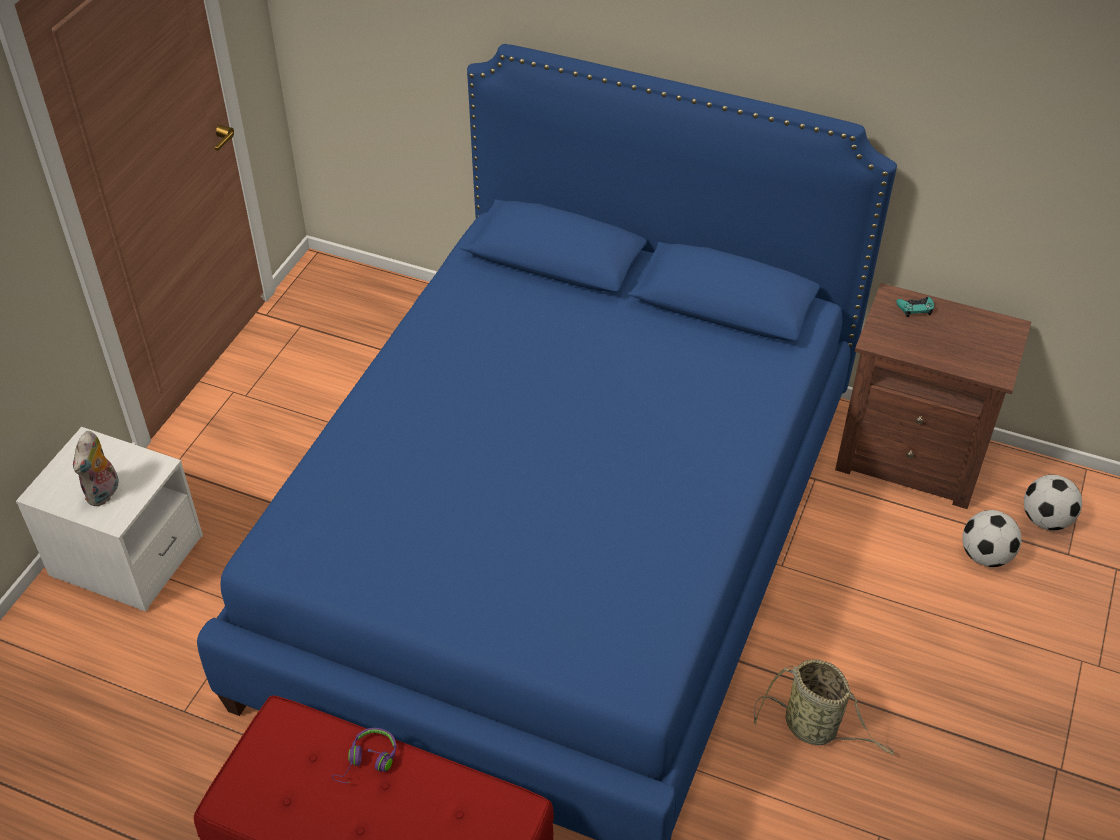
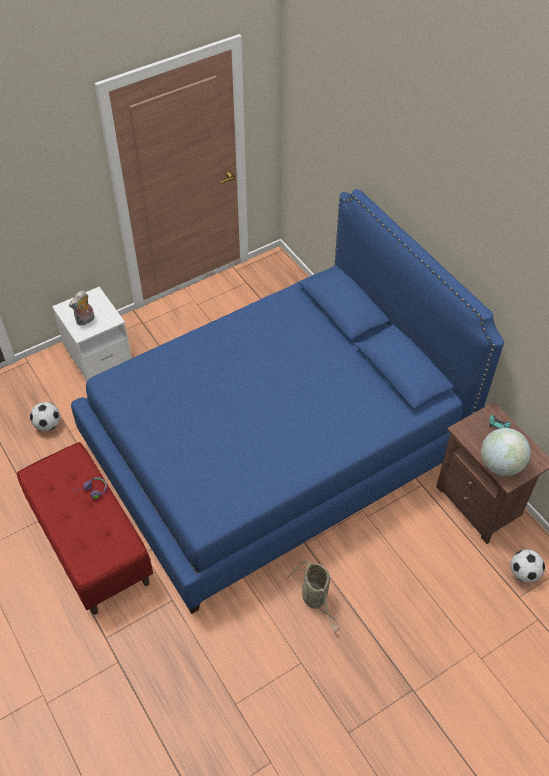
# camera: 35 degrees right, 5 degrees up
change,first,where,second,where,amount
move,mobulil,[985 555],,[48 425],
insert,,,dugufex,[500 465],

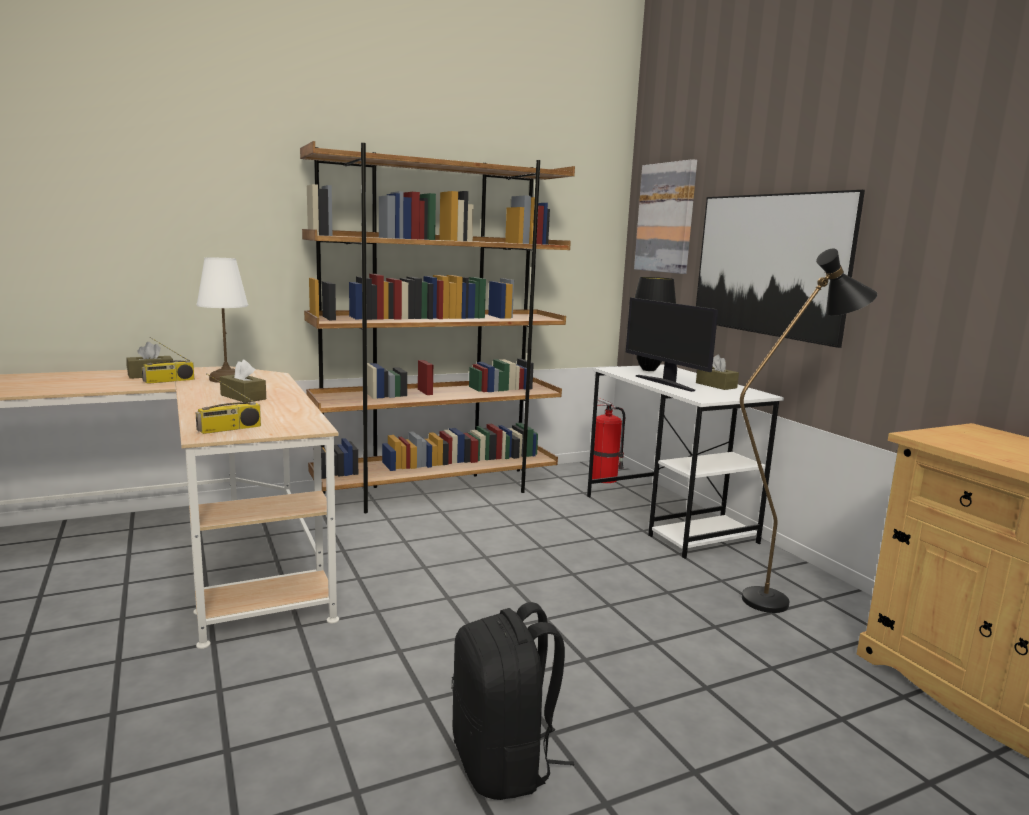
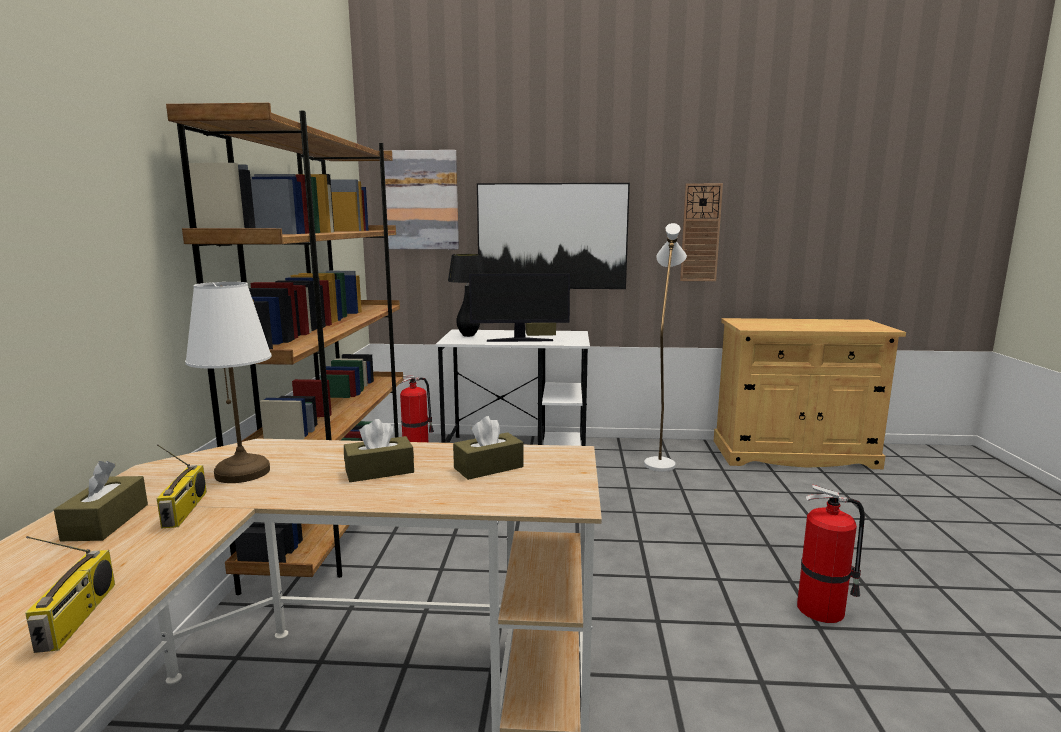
# camera: 60 degrees left, 0 degrees up
change,first,where,second,where,amount
recolor,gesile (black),[779 599],gesile (white),[659 461],
move,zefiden,[229 429],,[78 617],
replace,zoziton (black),[504 763],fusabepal,[823 609],
insert,,,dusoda,[700 233],
insert,,,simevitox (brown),[488 467],

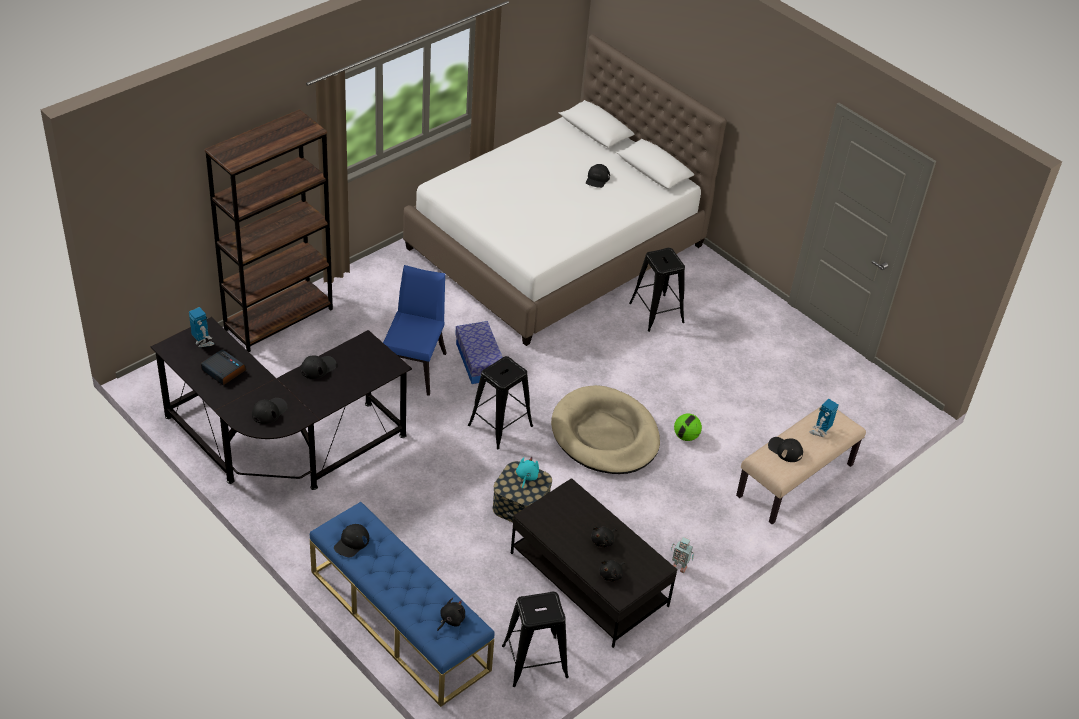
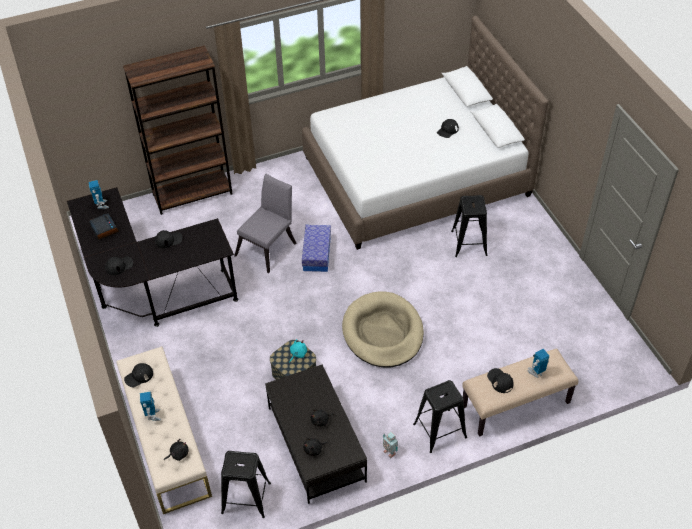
# camera: 25 degrees right, 5 degrees up
change,first,where,second,where,amount
recolor,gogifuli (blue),[413 364],gogifuli (grey),[268 247],
move,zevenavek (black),[500 426],,[439 431],
delete,mobulil,[685 436],,,
recolor,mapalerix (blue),[399 620],mapalerix (beige),[166 439],
insert,,,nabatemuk,[153 415],

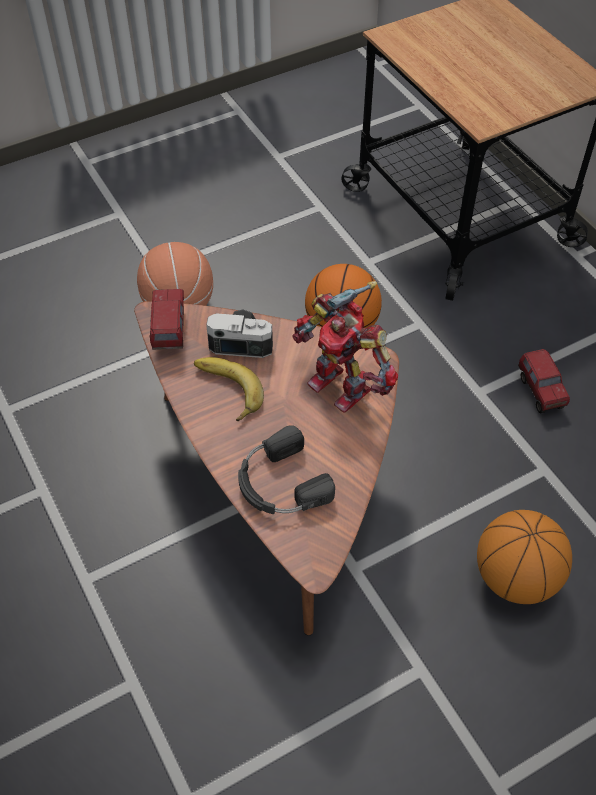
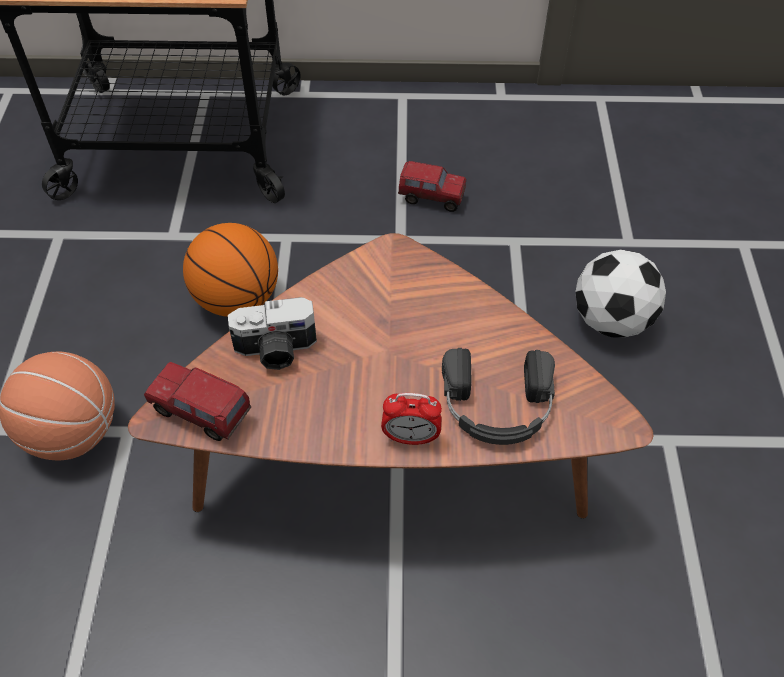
# camera: 60 degrees left, 0 degrees up
change,first,where,second,where,amount
delete,nabatemuk,[342 384],,,
rotate,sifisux,[242 341],,[276 350],135 degrees counterclockwise
delete,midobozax,[225 391],,,
replace,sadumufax,[515 578],mobulil,[611 321],
insert,,,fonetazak,[410 437],

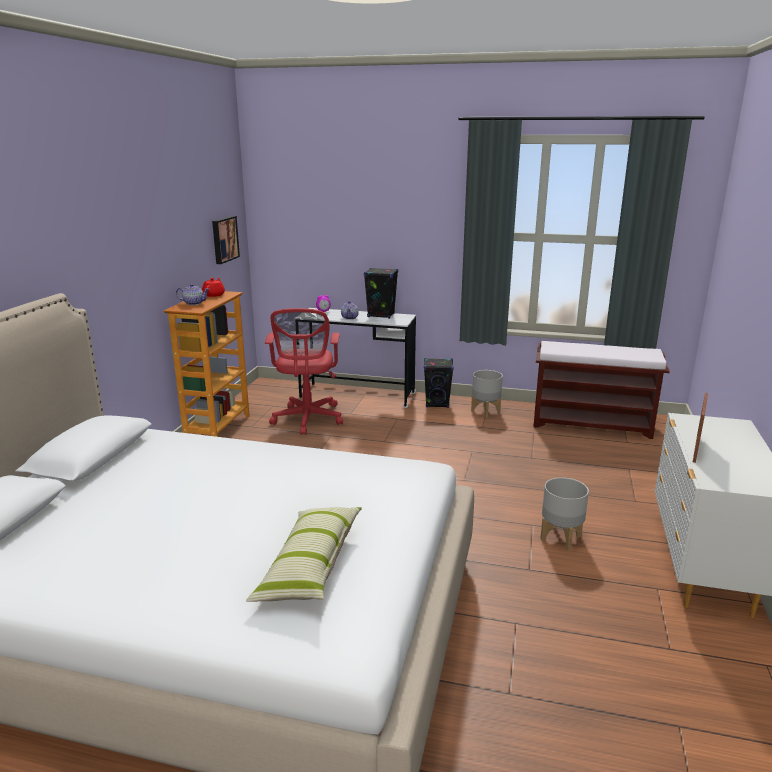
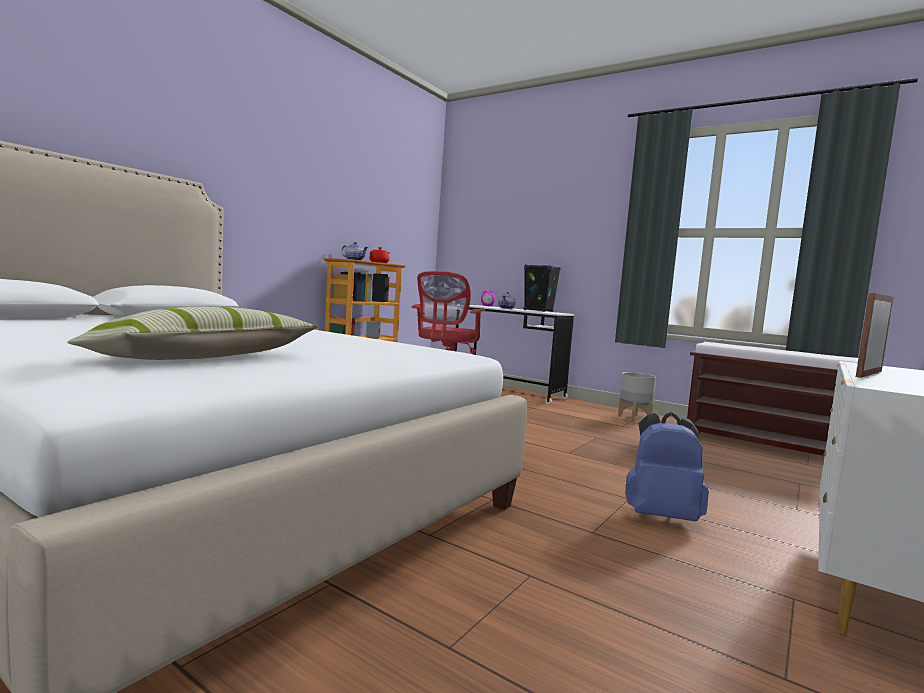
# camera: 20 degrees right, 15 degrees down
change,first,where,second,where,amount
delete,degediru,[224 239],,,
delete,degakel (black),[437 404],,,
replace,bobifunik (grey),[560 537],zoziton (blue),[660 516],

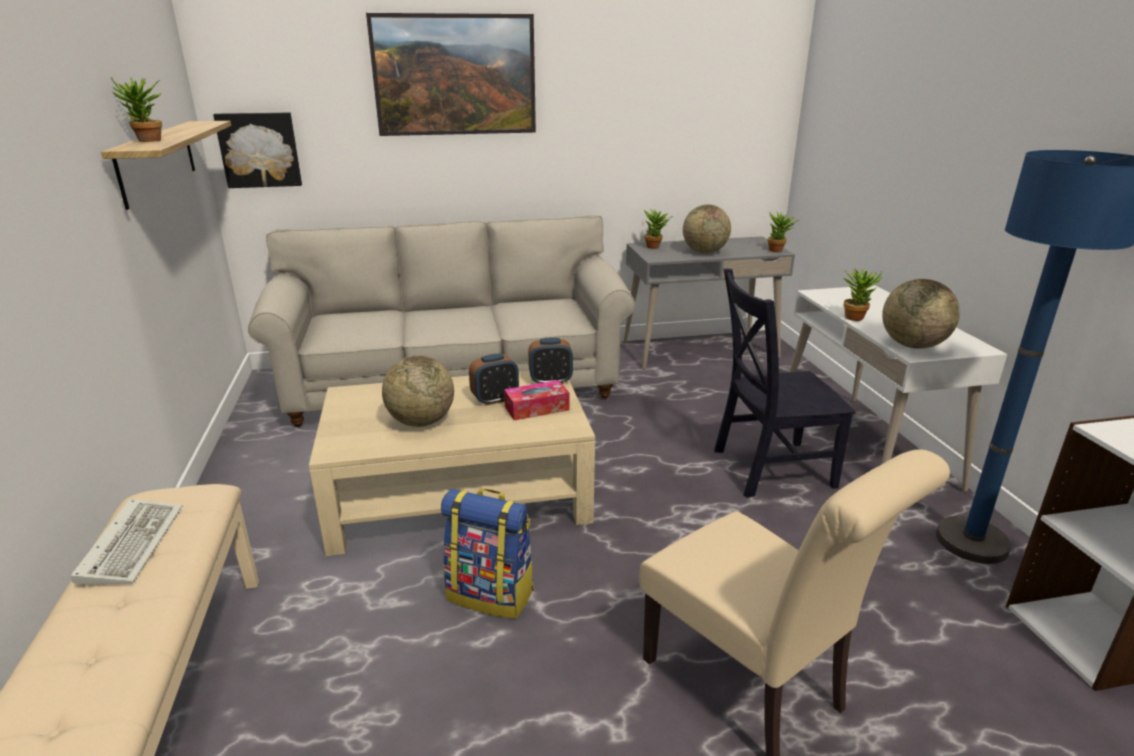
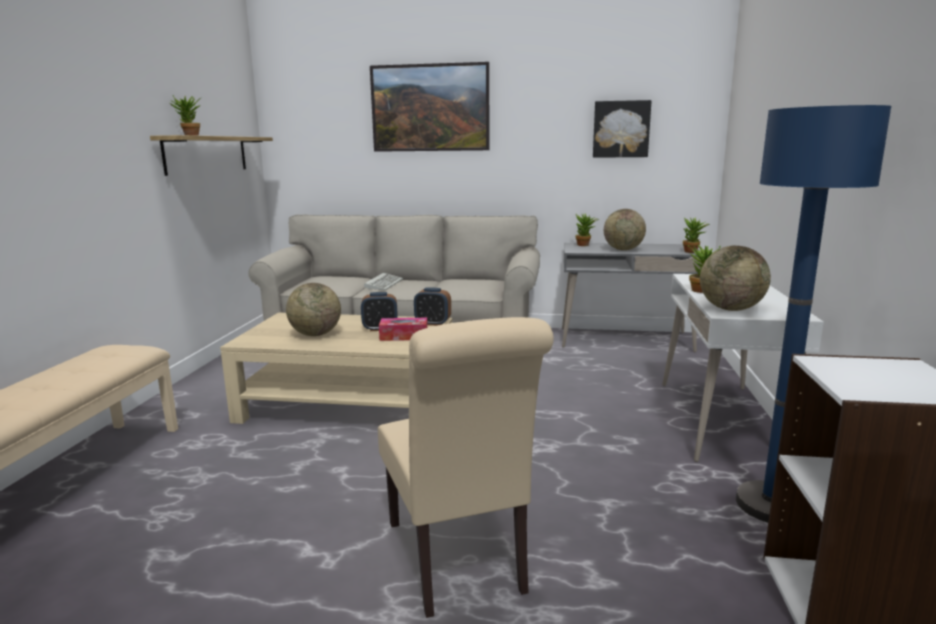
# camera: 20 degrees right, 10 degrees down
change,first,where,second,where,amount
move,degediru,[259 150],,[621 129],
delete,gogifuli (black),[767 468],,,
delete,zoziton,[491 594],,,
move,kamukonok,[132 543],,[384 284],

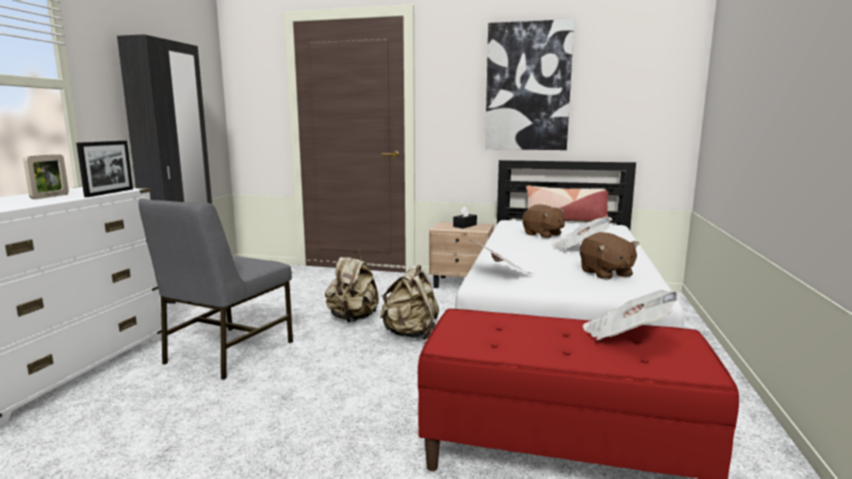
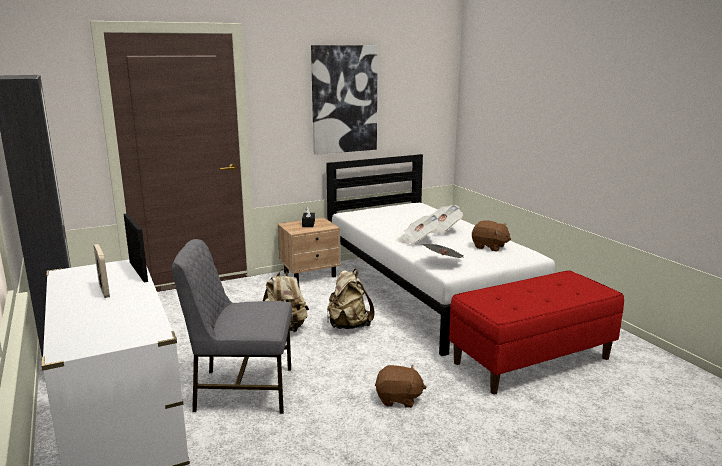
# camera: 40 degrees left, 5 degrees up
change,first,where,second,where,amount
delete,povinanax,[565 221],,,
rotate,gogifuli (grey),[227 352],,[242 390],105 degrees clockwise
move,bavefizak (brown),[543 235],,[398 399],
move,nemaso,[626 336],,[417 240],

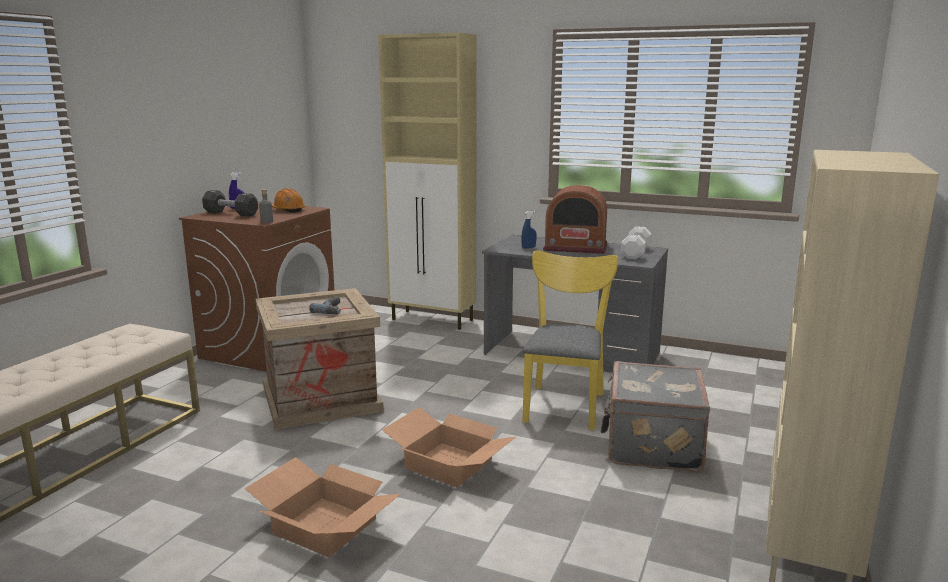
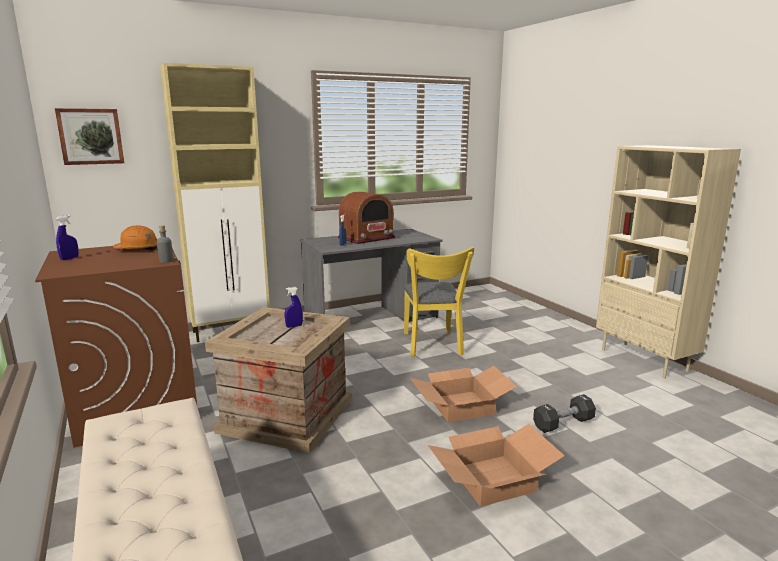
# camera: 50 degrees left, 0 degrees up
change,first,where,second,where,amount
move,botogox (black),[231 214],,[563 423],
delete,botogox (white),[635 253],,,
rotate,gogifuli (yellow),[565 403],,[432 345],150 degrees counterclockwise
replace,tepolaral,[333 310],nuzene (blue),[294 326],
delete,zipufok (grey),[651 445],,,
insert,,,degediru,[91 136],

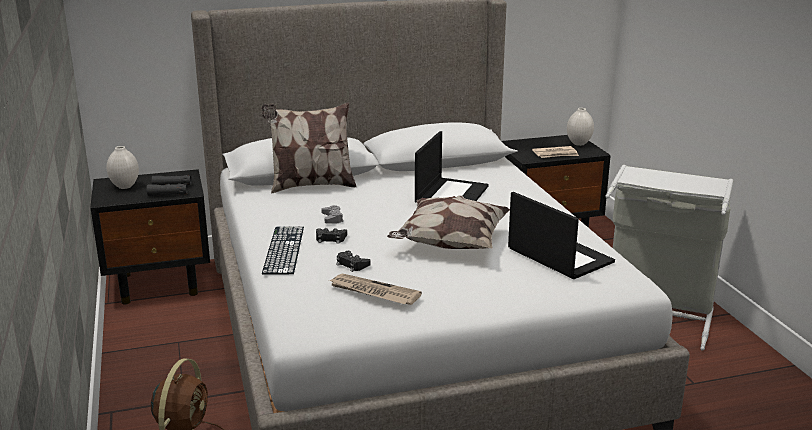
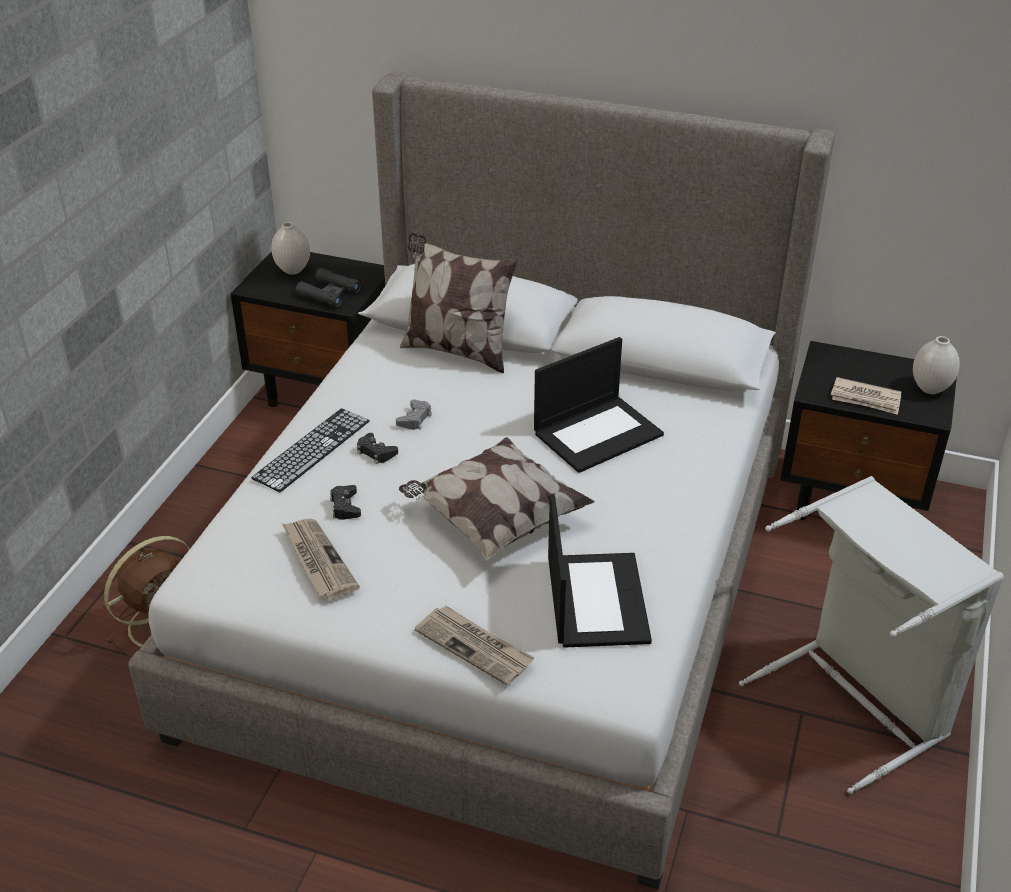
# camera: 35 degrees right, 15 degrees up
change,first,where,second,where,amount
insert,,,nemaso,[475 647],

